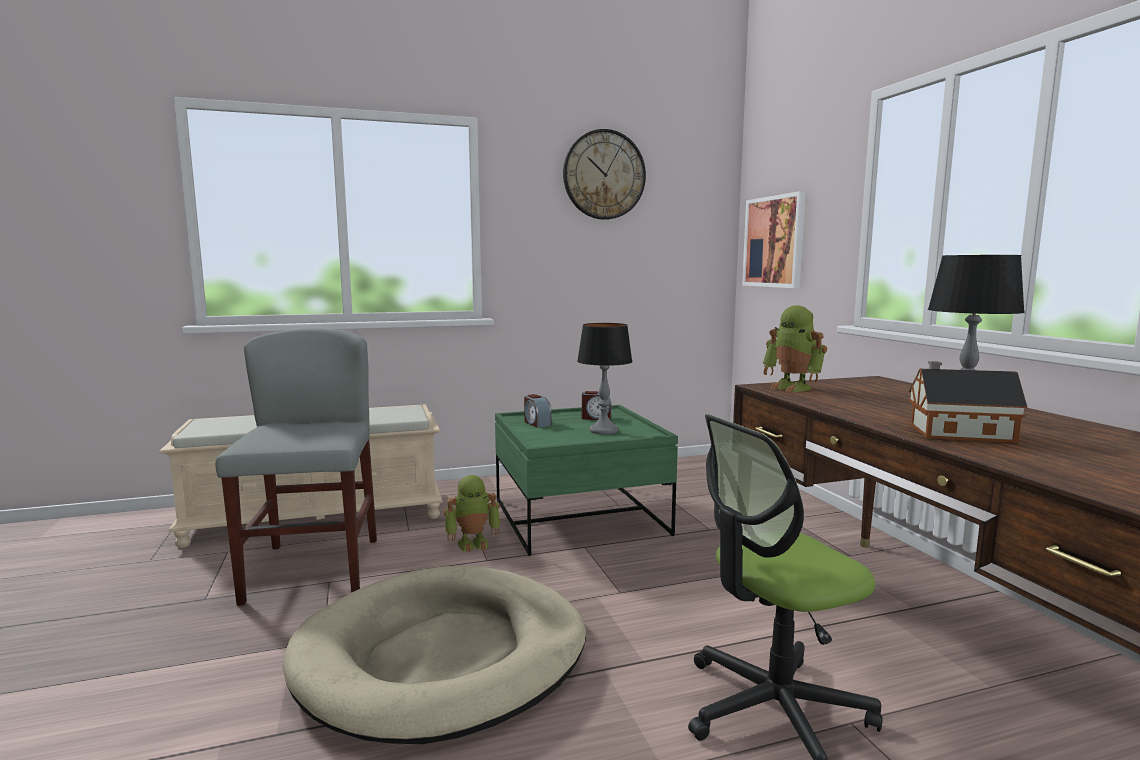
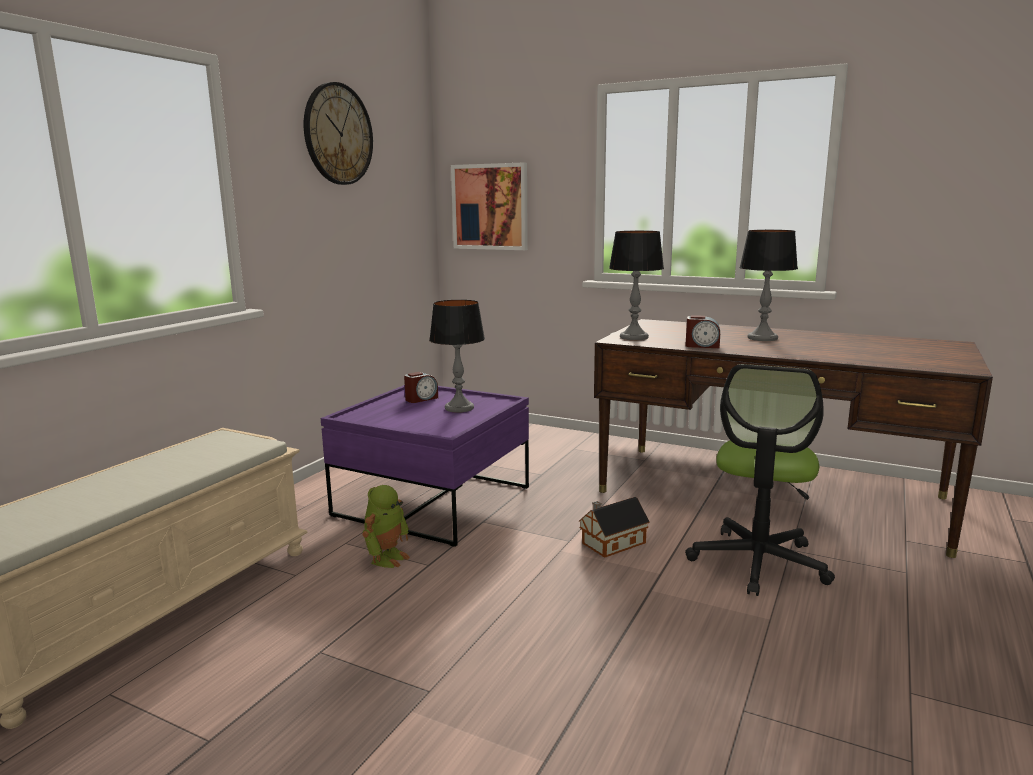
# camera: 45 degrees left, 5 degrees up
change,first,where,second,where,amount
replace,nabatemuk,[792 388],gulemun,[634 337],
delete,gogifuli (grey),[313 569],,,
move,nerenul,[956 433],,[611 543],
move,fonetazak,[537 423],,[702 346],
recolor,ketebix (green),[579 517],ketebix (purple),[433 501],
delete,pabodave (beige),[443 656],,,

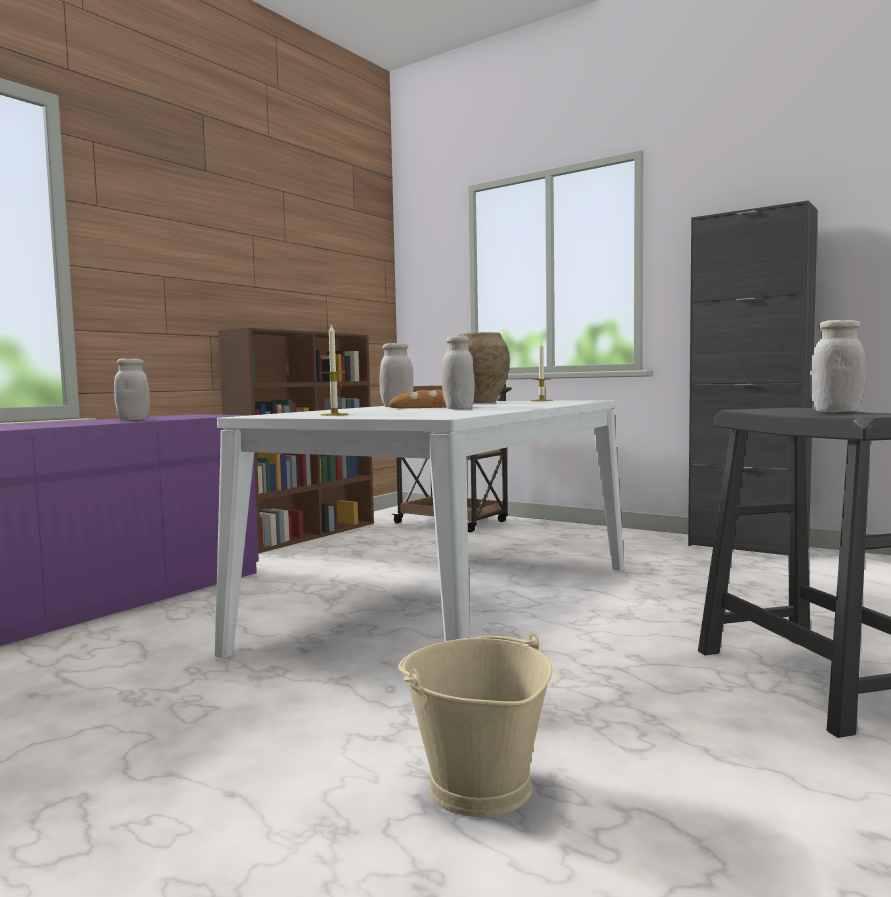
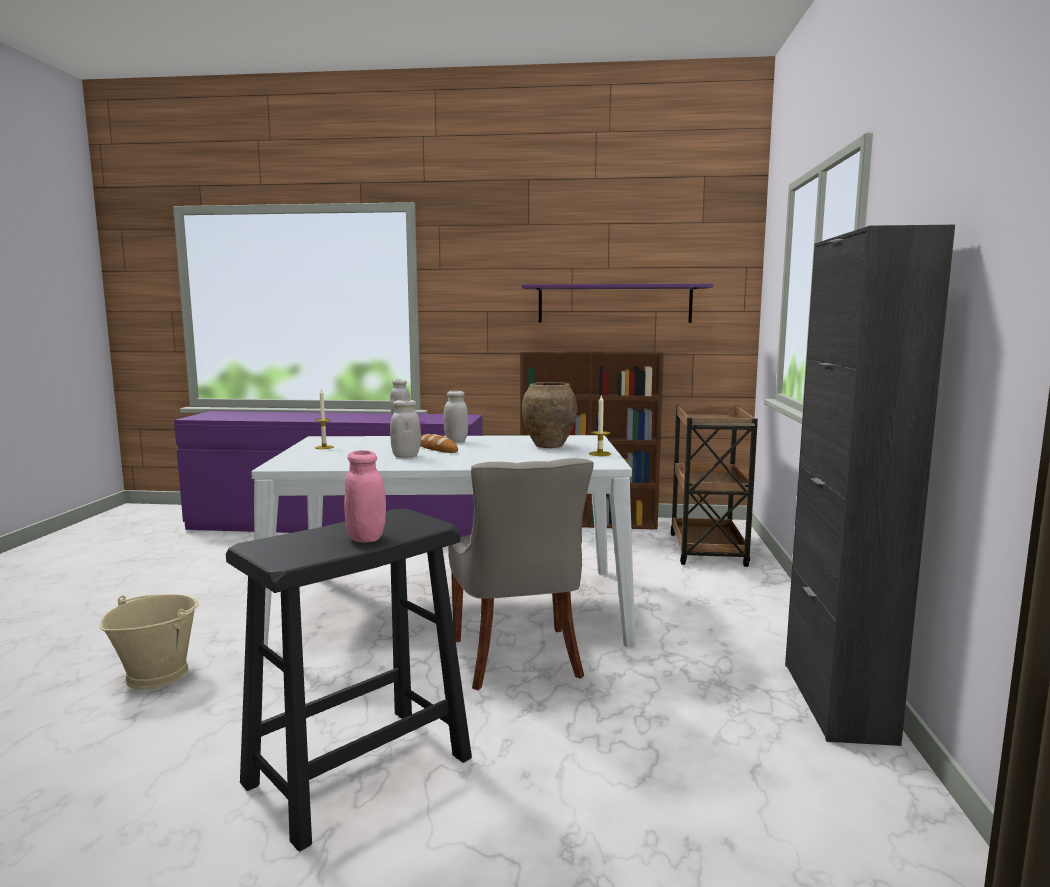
# camera: 60 degrees right, 5 degrees up
change,first,where,second,where,amount
recolor,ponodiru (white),[836 411],ponodiru (pink),[366 538],
insert,,,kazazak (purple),[614 304],
insert,,,gogifuli (grey),[518 659],

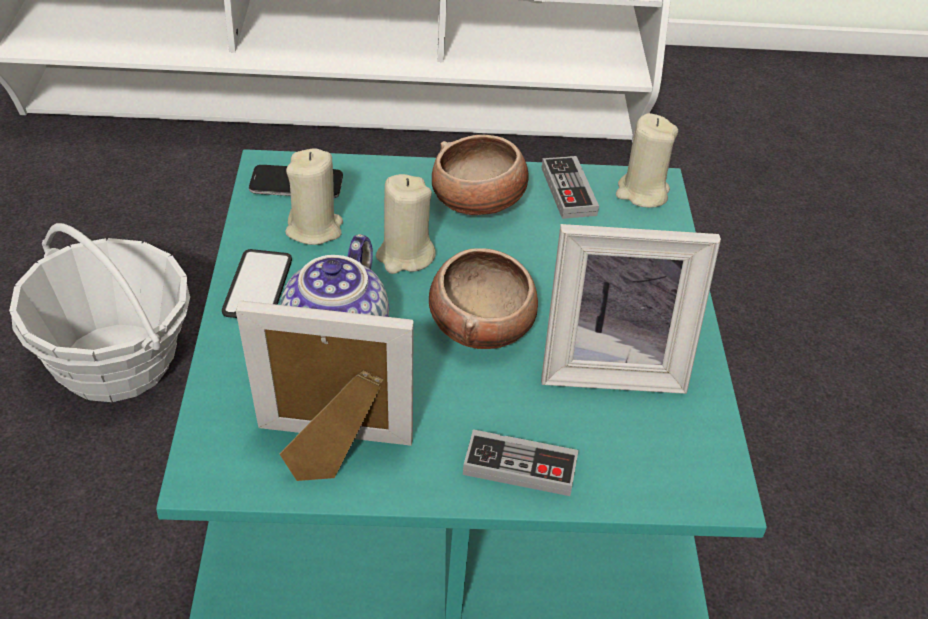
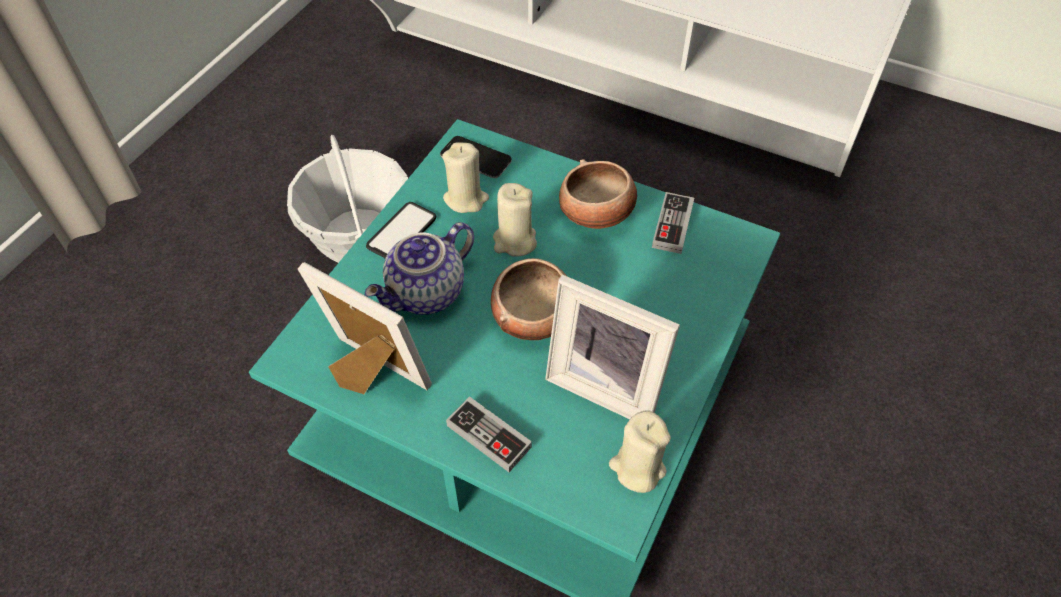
# camera: 30 degrees right, 10 degrees up
change,first,where,second,where,amount
move,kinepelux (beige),[642 193],,[637 468],

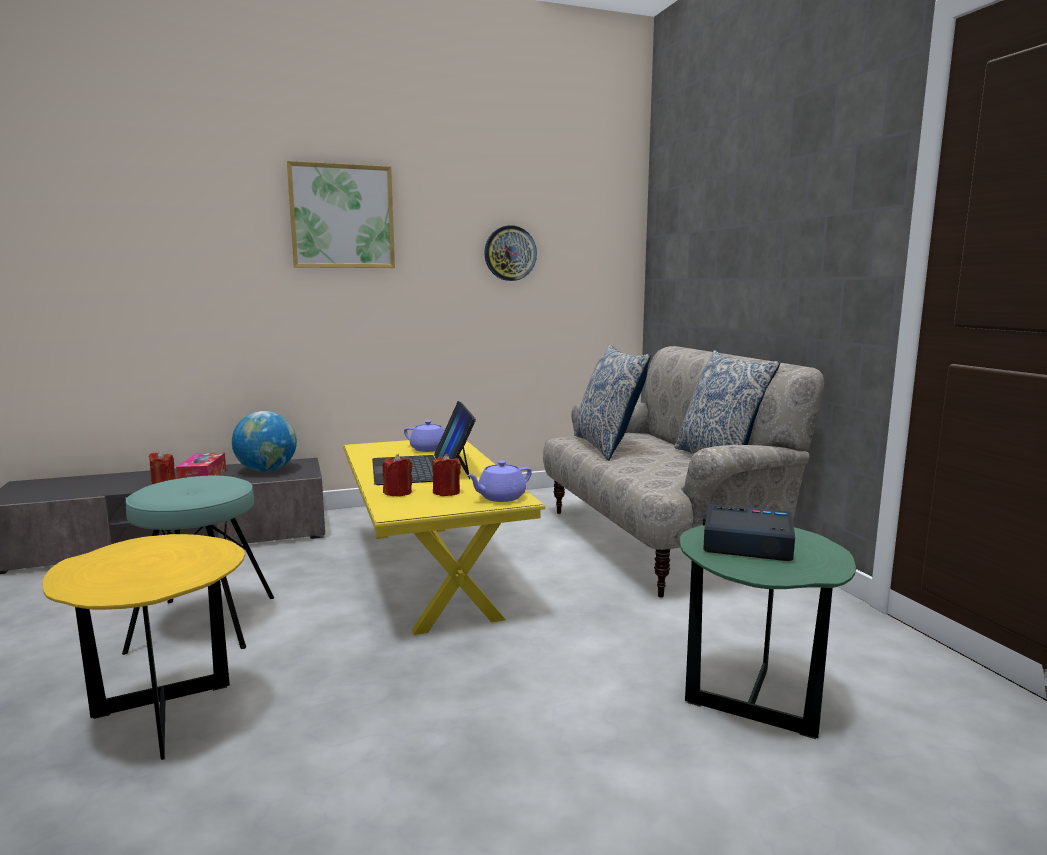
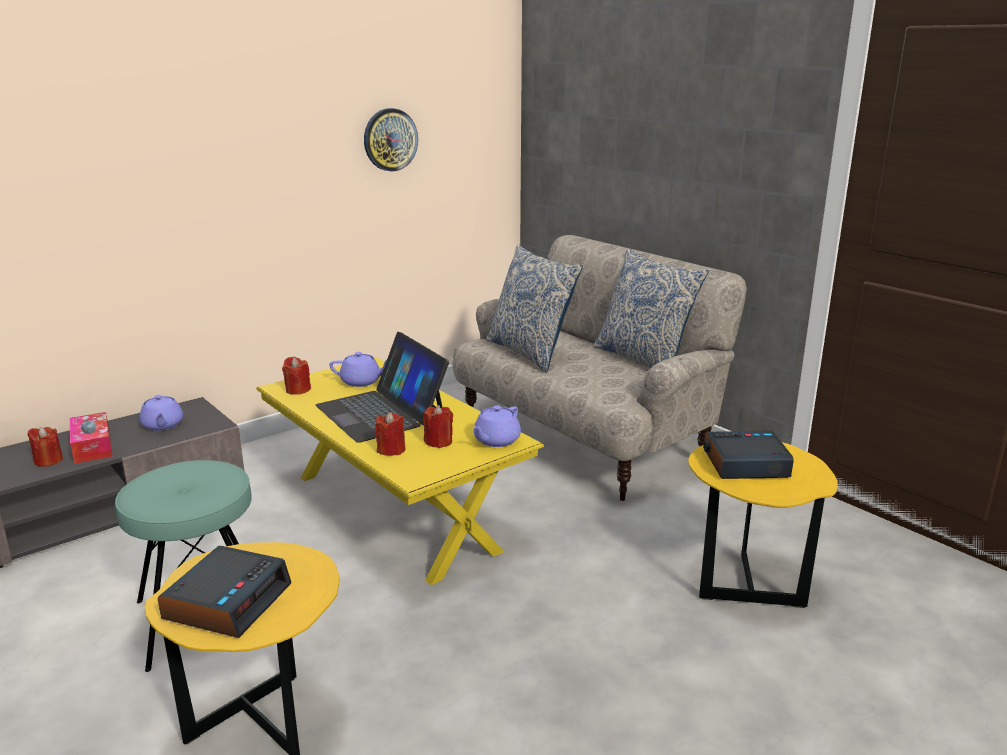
# camera: 20 degrees left, 10 degrees up
change,first,where,second,where,amount
delete,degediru,[342 217],,,
replace,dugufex,[267 470],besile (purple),[162 425],
recolor,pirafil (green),[753 699],pirafil (yellow),[746 584],
insert,,,kinepelux (red),[297 390],
insert,,,fonetazak,[228 601],

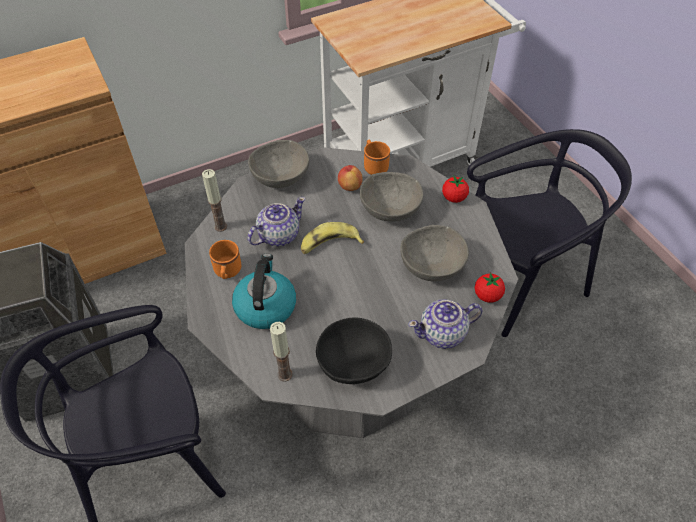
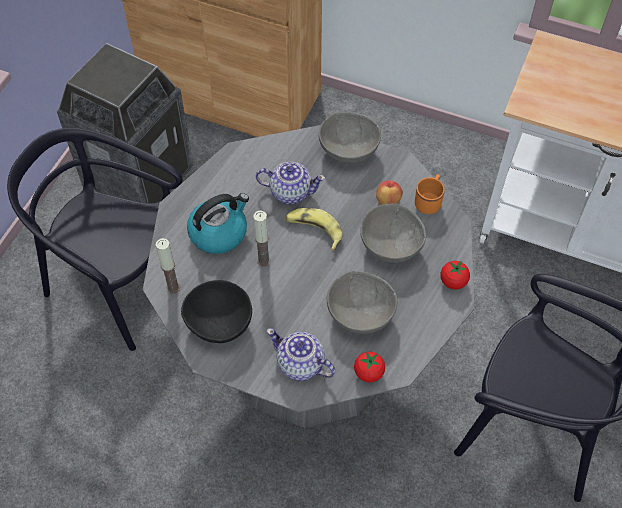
# camera: 50 degrees right, 5 degrees up
change,first,where,second,where,amount
move,kinepelux,[220 226],,[263 260],
delete,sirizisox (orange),[227 272],,,

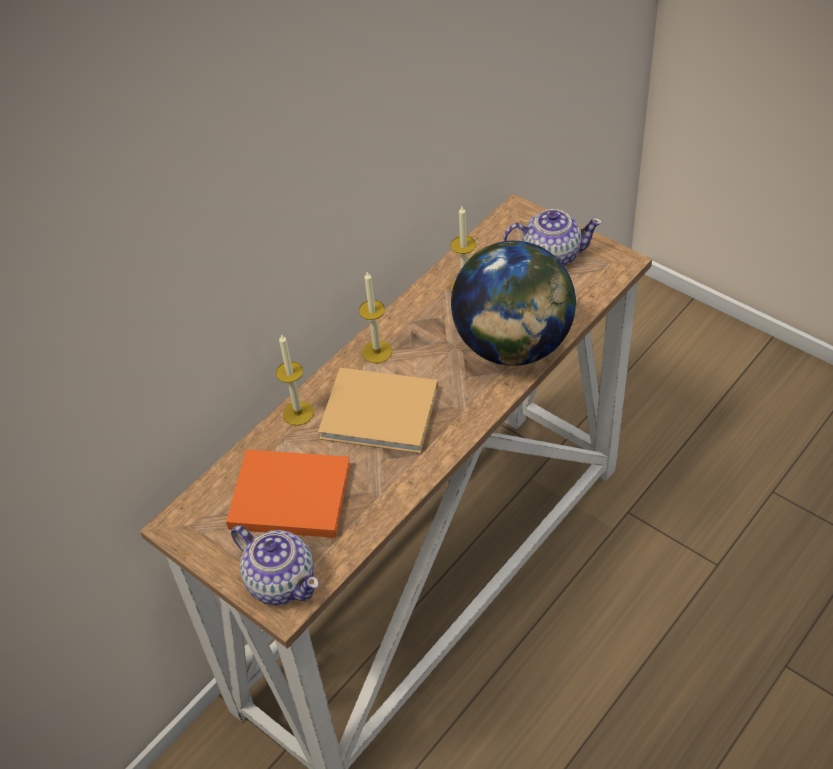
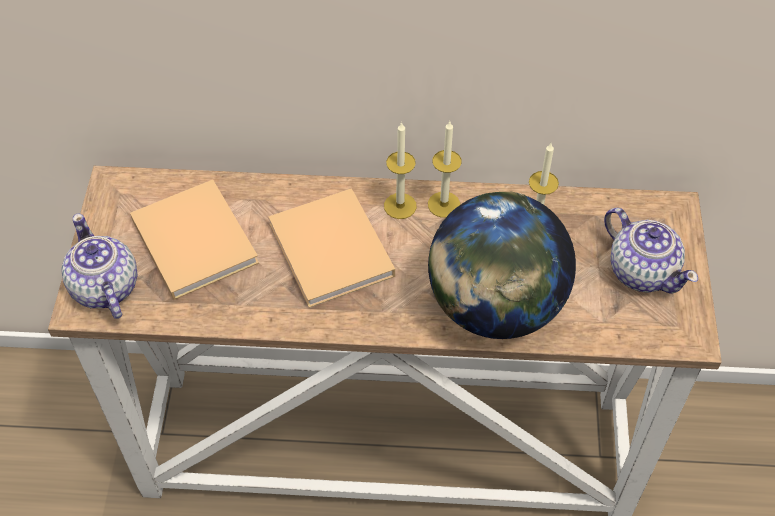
# camera: 50 degrees right, 5 degrees up
change,first,where,second,where,amount
move,kinepelux,[298 413],,[444 204],
recolor,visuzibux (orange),[286 496],visuzibux (beige),[193 239],
rotate,besile,[281 580],,[105 288],150 degrees clockwise

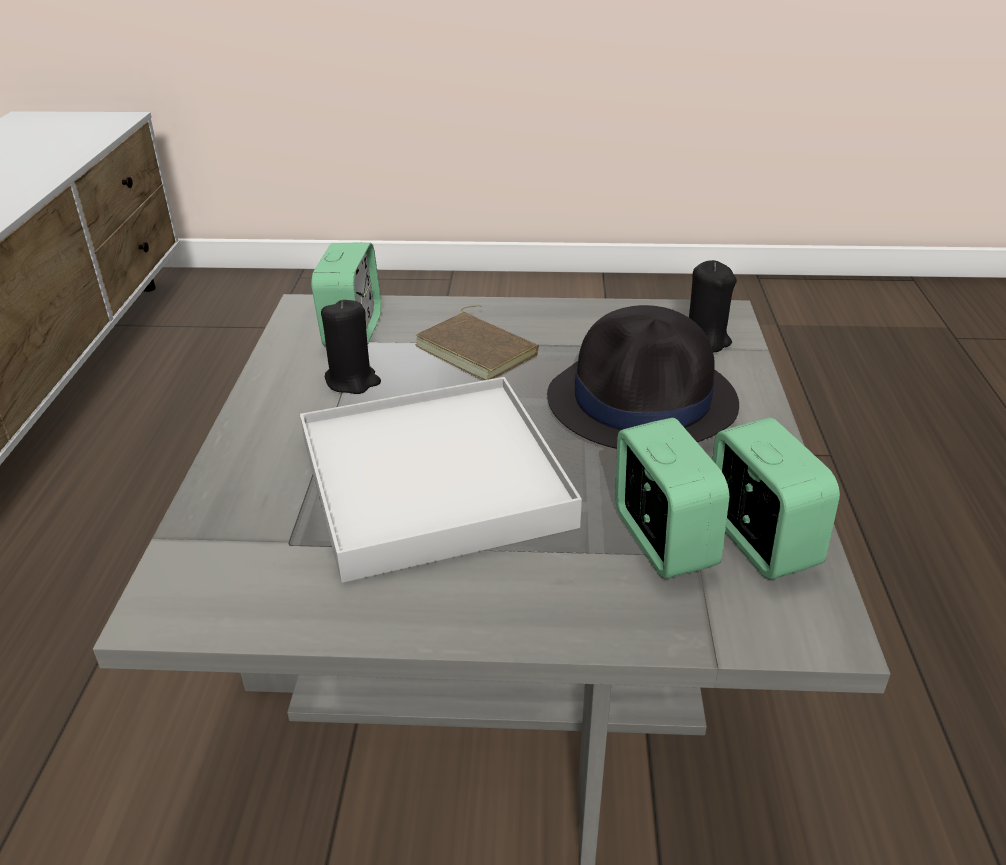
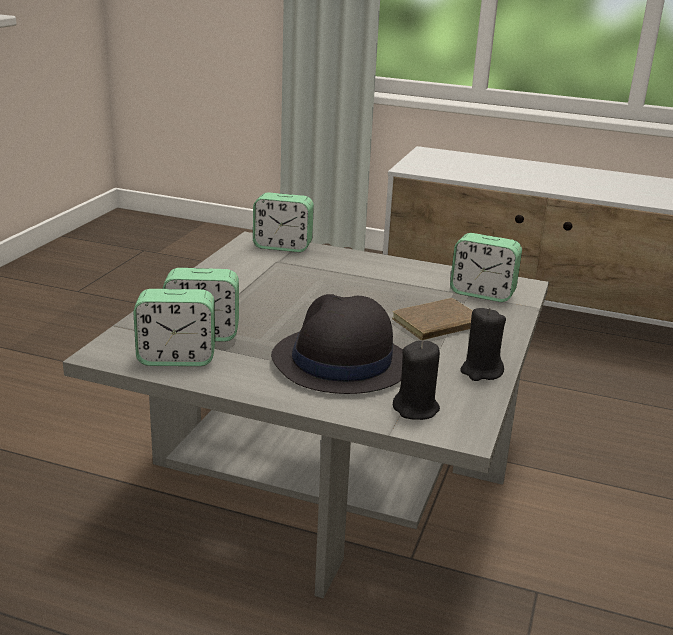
# camera: 105 degrees right, 10 degrees down
change,first,where,second,where,amount
move,kinepelux (black),[352 381],,[481 371],
delete,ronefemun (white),[434 481],,,
insert,,,fonetazak,[282 246],

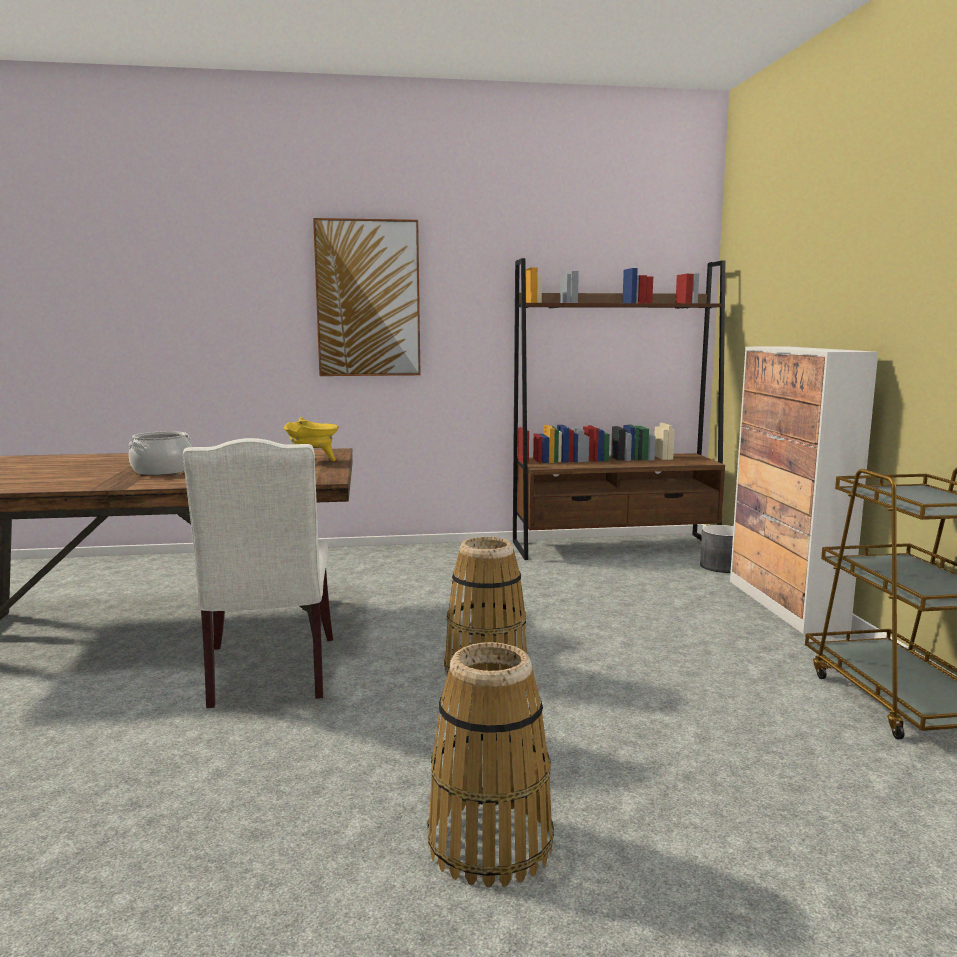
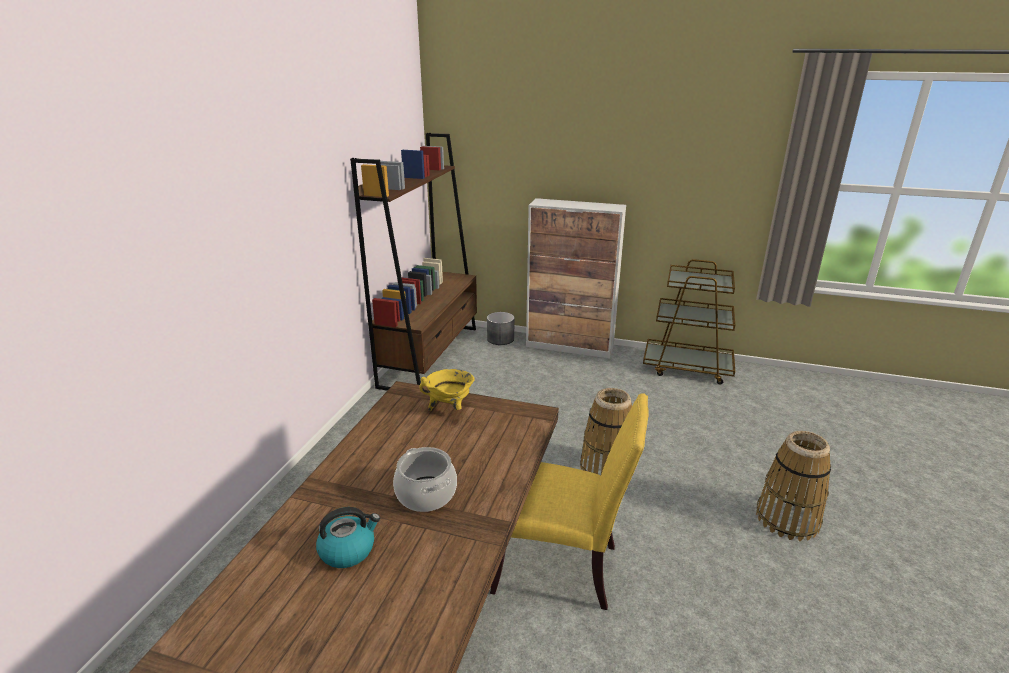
# camera: 65 degrees left, 15 degrees up
change,first,where,second,where,amount
delete,degediru,[368 298],,,
recolor,gogifuli (white),[270 674],gogifuli (yellow),[562 567],
insert,,,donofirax,[348 550],

